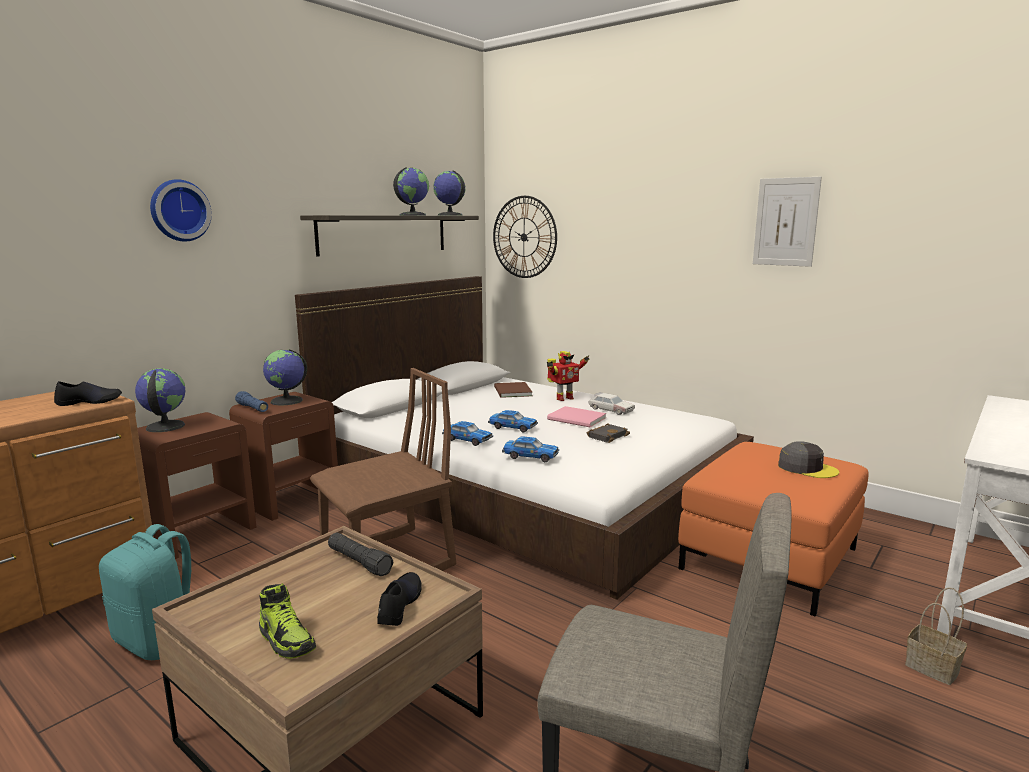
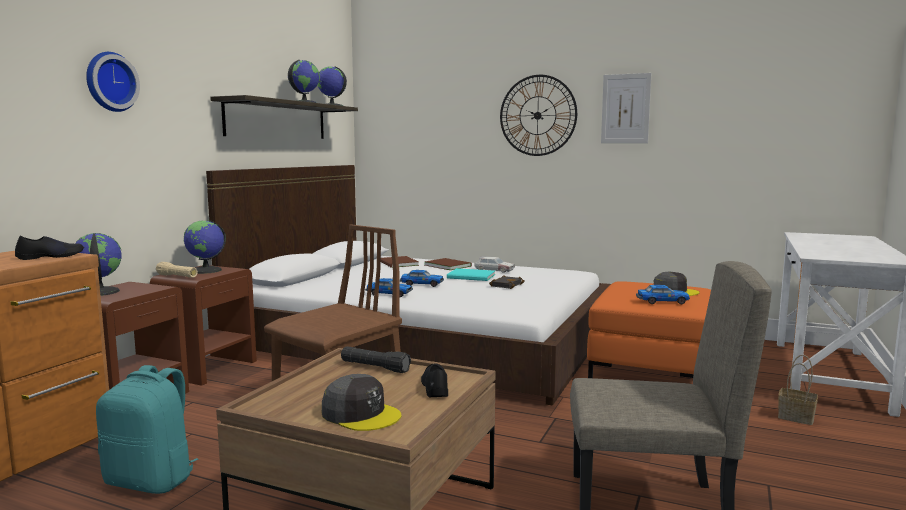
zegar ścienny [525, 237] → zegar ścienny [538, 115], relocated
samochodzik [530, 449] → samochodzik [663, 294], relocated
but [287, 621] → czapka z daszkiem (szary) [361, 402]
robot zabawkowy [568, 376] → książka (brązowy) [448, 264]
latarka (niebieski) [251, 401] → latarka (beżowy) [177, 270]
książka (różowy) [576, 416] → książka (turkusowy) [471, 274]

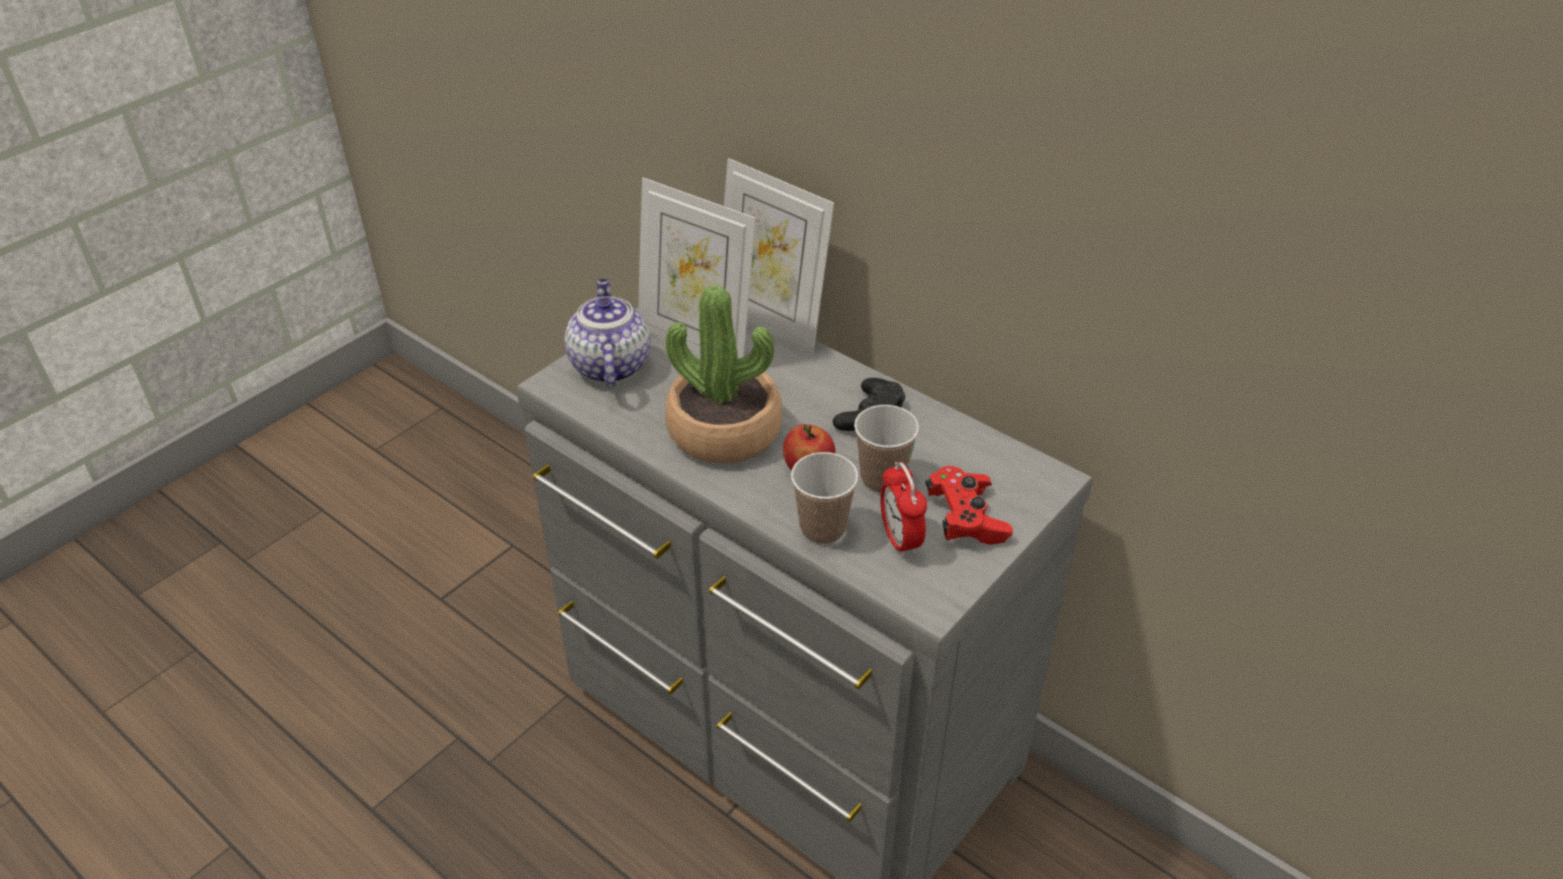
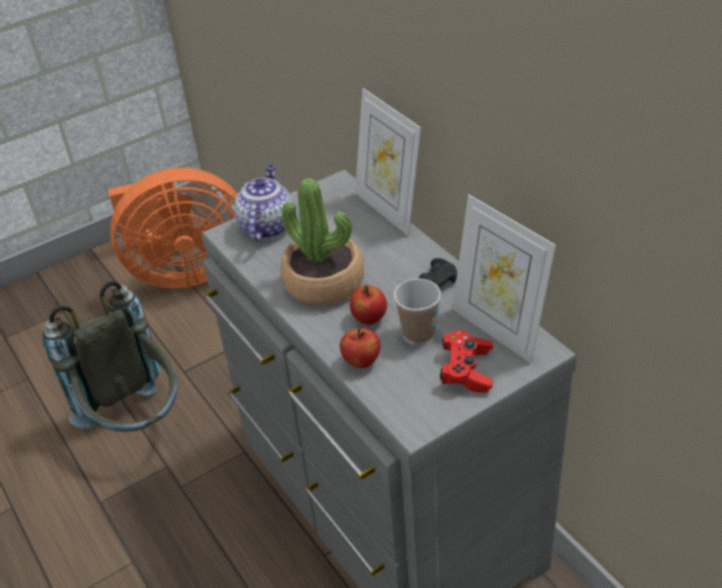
budzik [903, 509] → -
- → plecak (szary) [110, 356]
- → wentylator (pomarańczowy) [172, 228]
ramka na zdjęcie [697, 268] → ramka na zdjęcie [504, 279], relocated
filiżanka [824, 498] → jabłko [360, 348]

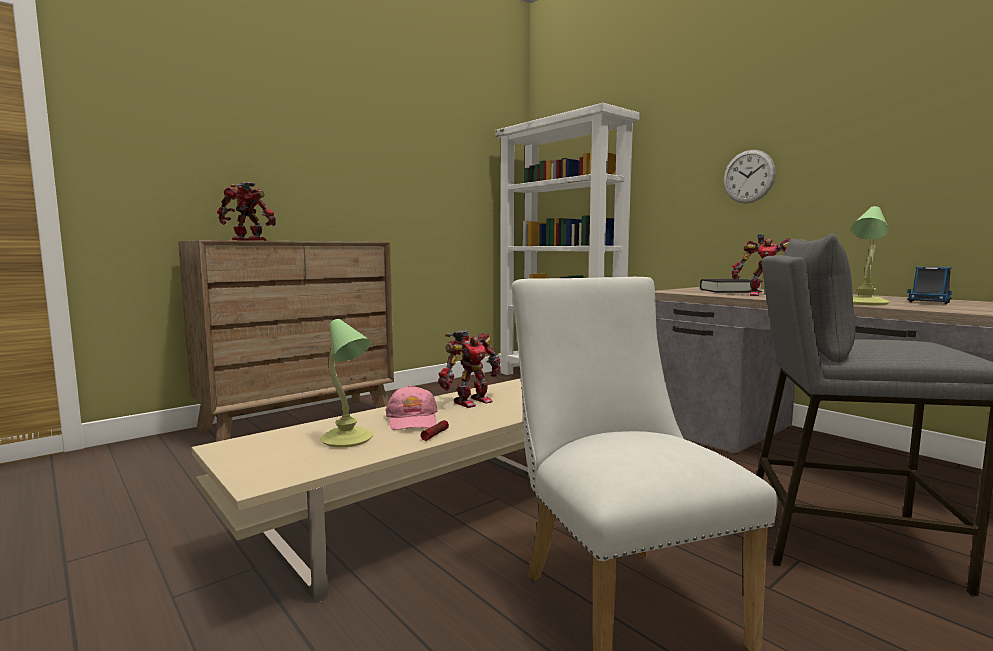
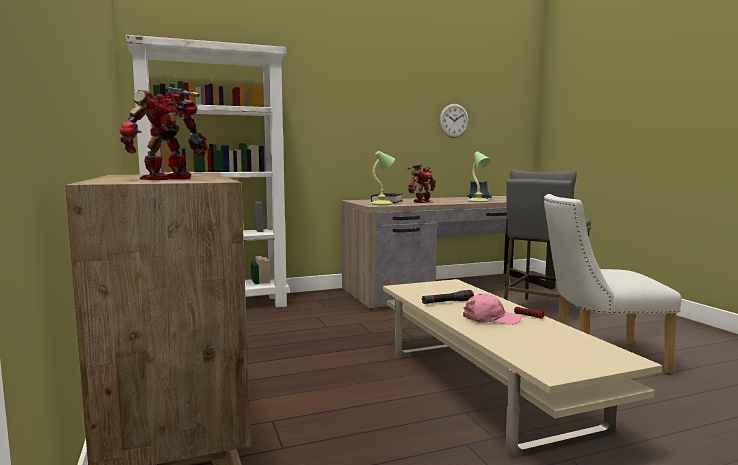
lampa stołowa [346, 383] → lampa stołowa [383, 178], relocated
zegar ścienny [749, 176] → zegar ścienny [454, 121], relocated
robot zabawkowy [469, 369] → latarka (czarny) [448, 297]

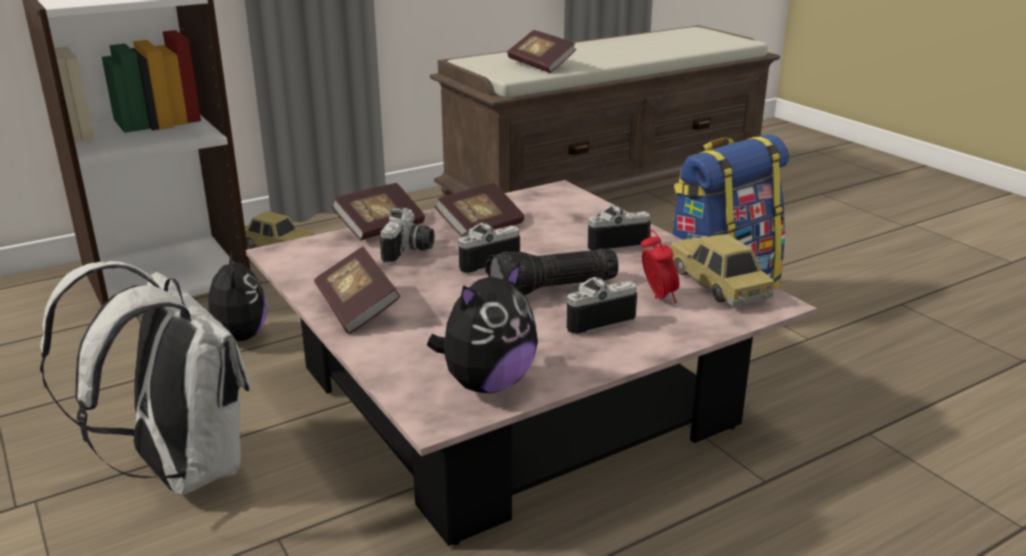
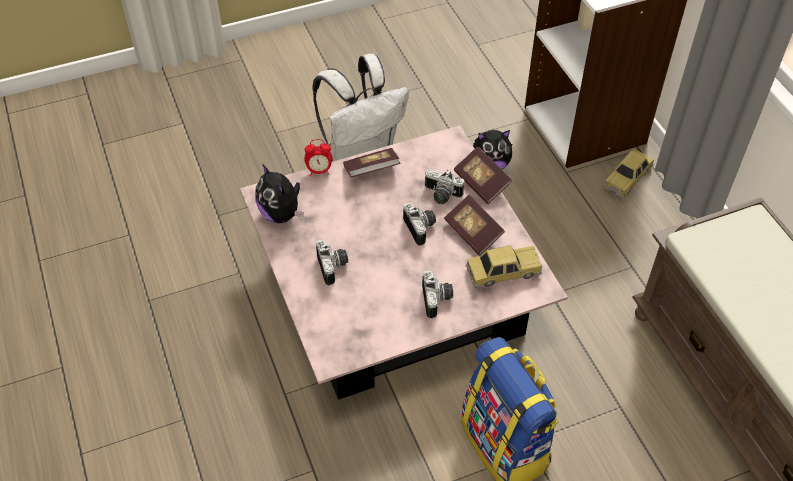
latarka [552, 271] → -
książka [541, 51] → -
budzik [660, 266] → budzik [318, 157], relocated
samochodzik [722, 270] → samochodzik [504, 267], relocated

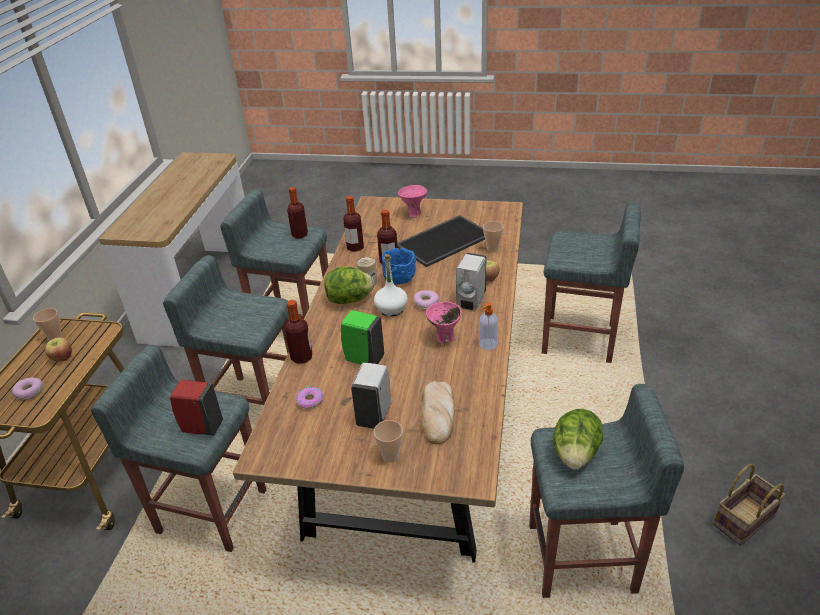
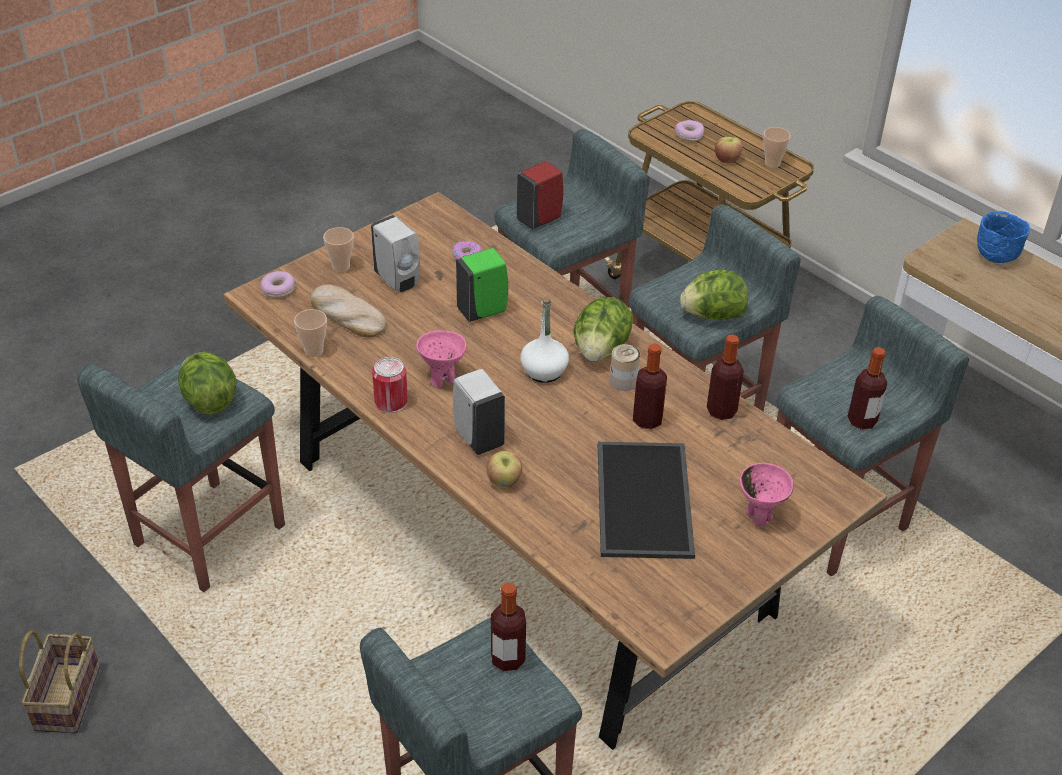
- → sałata [714, 295]
butelka [298, 332] → butelka [508, 627], relocated
miska (niebieski) [399, 266] → miska (niebieski) [1003, 237], relocated
donut [426, 300] → donut [277, 284], relocated
filiżanka [493, 236] → filiżanka [310, 333], relocated
dozownik mydła [488, 326] → puszka [390, 385]

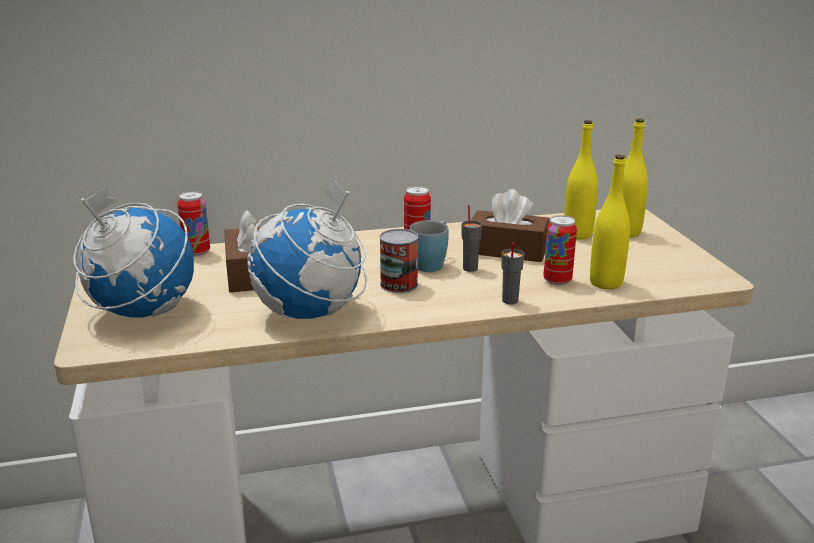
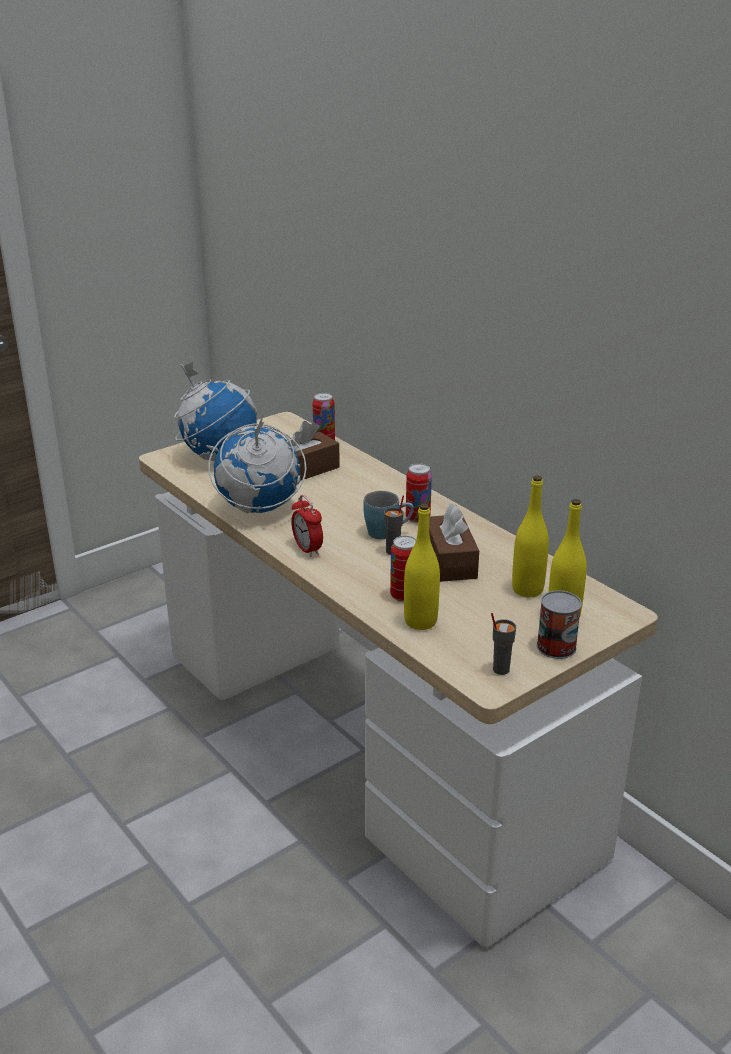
- → budzik [307, 526]
puszka [398, 261] → puszka [559, 624], relocated
filiżanka (szary) [512, 273] → filiżanka (szary) [503, 644], relocated

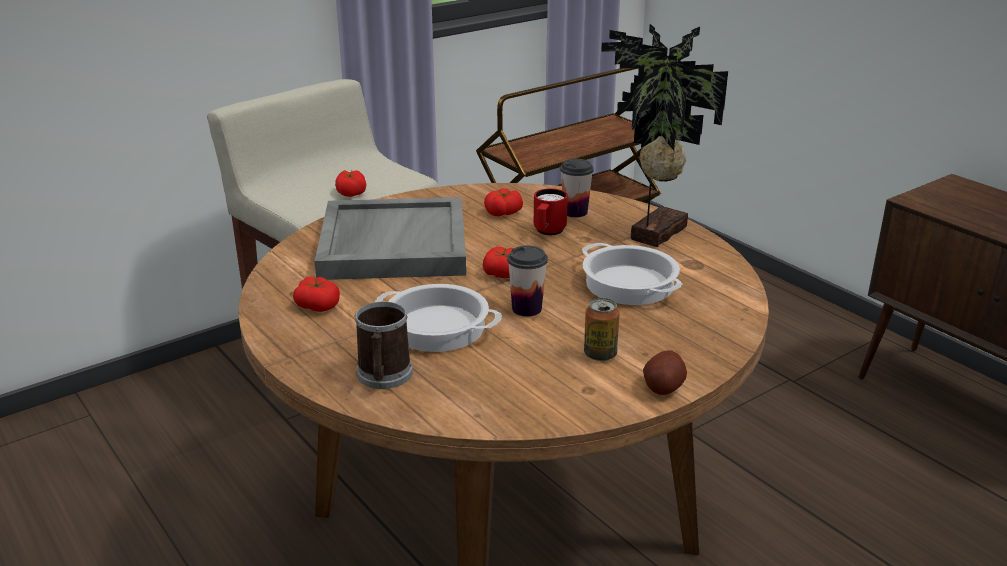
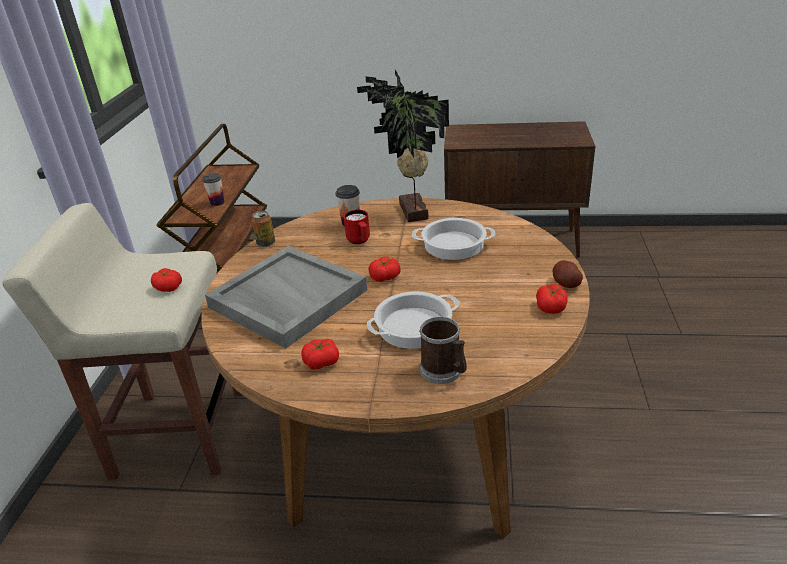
pomidor [503, 202] → pomidor [552, 299], relocated
filiżanka [527, 281] → filiżanka [213, 189], relocated
puszka [601, 329] → puszka [263, 229], relocated

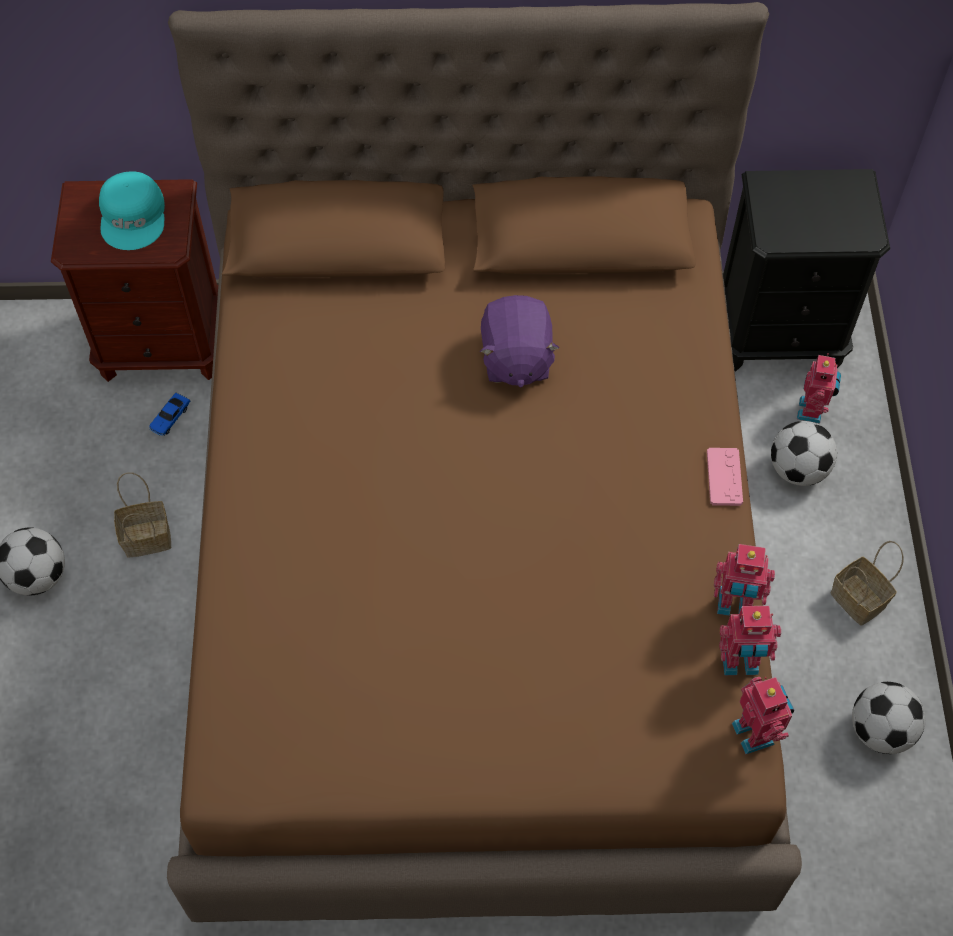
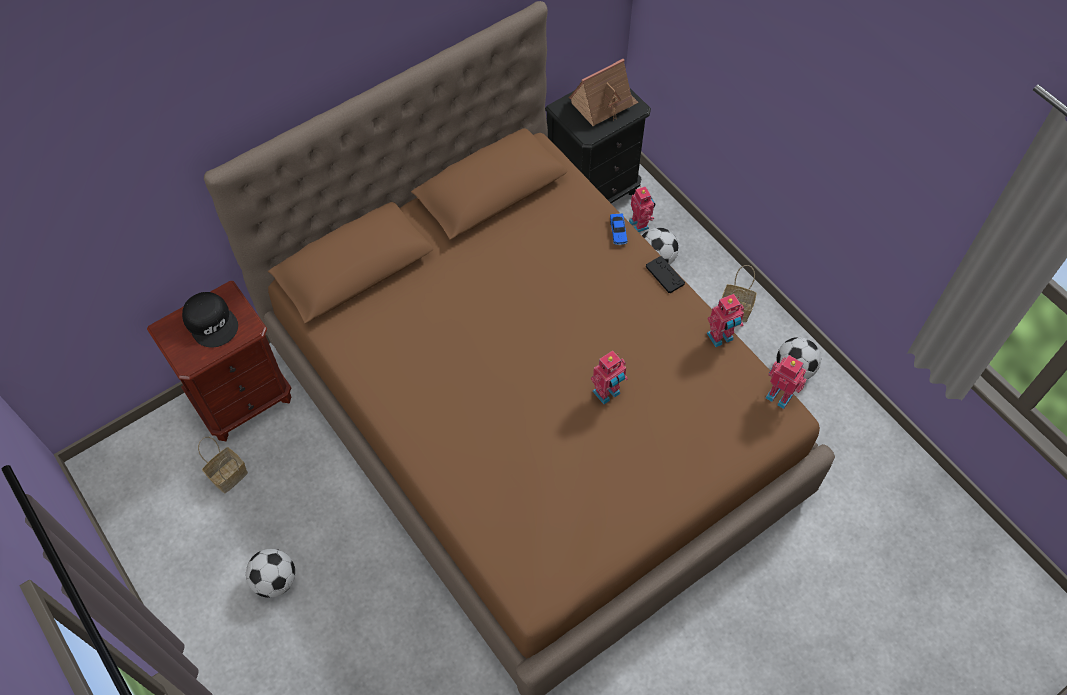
pluszak (fioletowy) [520, 341] → -
- → domek [603, 92]
koszyk [142, 515] → koszyk [223, 465], relocated
samochodzik [169, 414] → samochodzik [619, 229], relocated
robot zabawkowy [750, 640] → robot zabawkowy [609, 377], relocated
czapka z daszkiem (turkusowy) [132, 211] → czapka z daszkiem (czarny) [210, 320]
pad do gier (różowy) [725, 477] → pad do gier (czarny) [665, 274]

